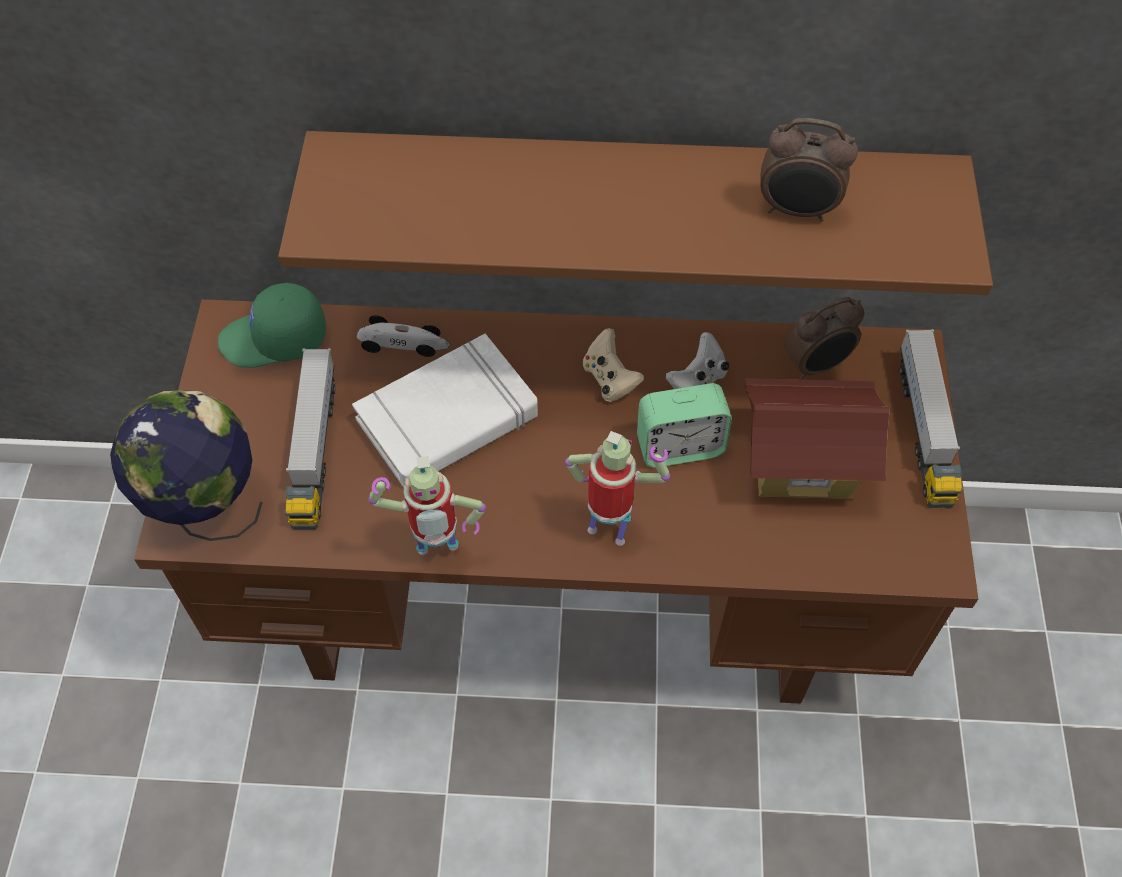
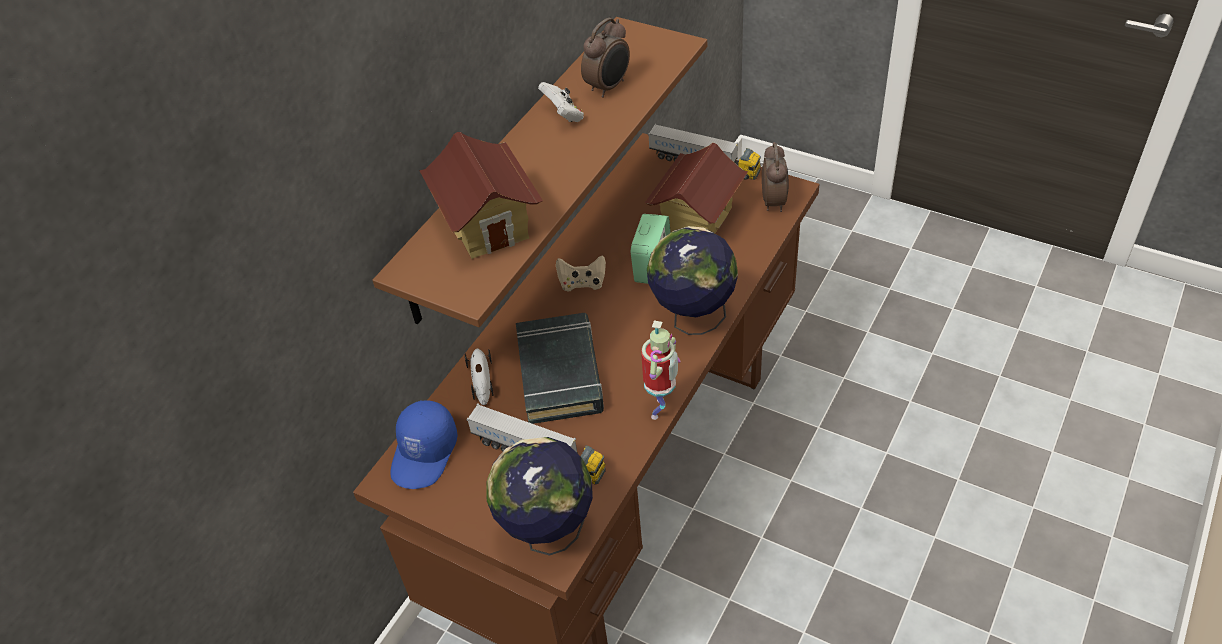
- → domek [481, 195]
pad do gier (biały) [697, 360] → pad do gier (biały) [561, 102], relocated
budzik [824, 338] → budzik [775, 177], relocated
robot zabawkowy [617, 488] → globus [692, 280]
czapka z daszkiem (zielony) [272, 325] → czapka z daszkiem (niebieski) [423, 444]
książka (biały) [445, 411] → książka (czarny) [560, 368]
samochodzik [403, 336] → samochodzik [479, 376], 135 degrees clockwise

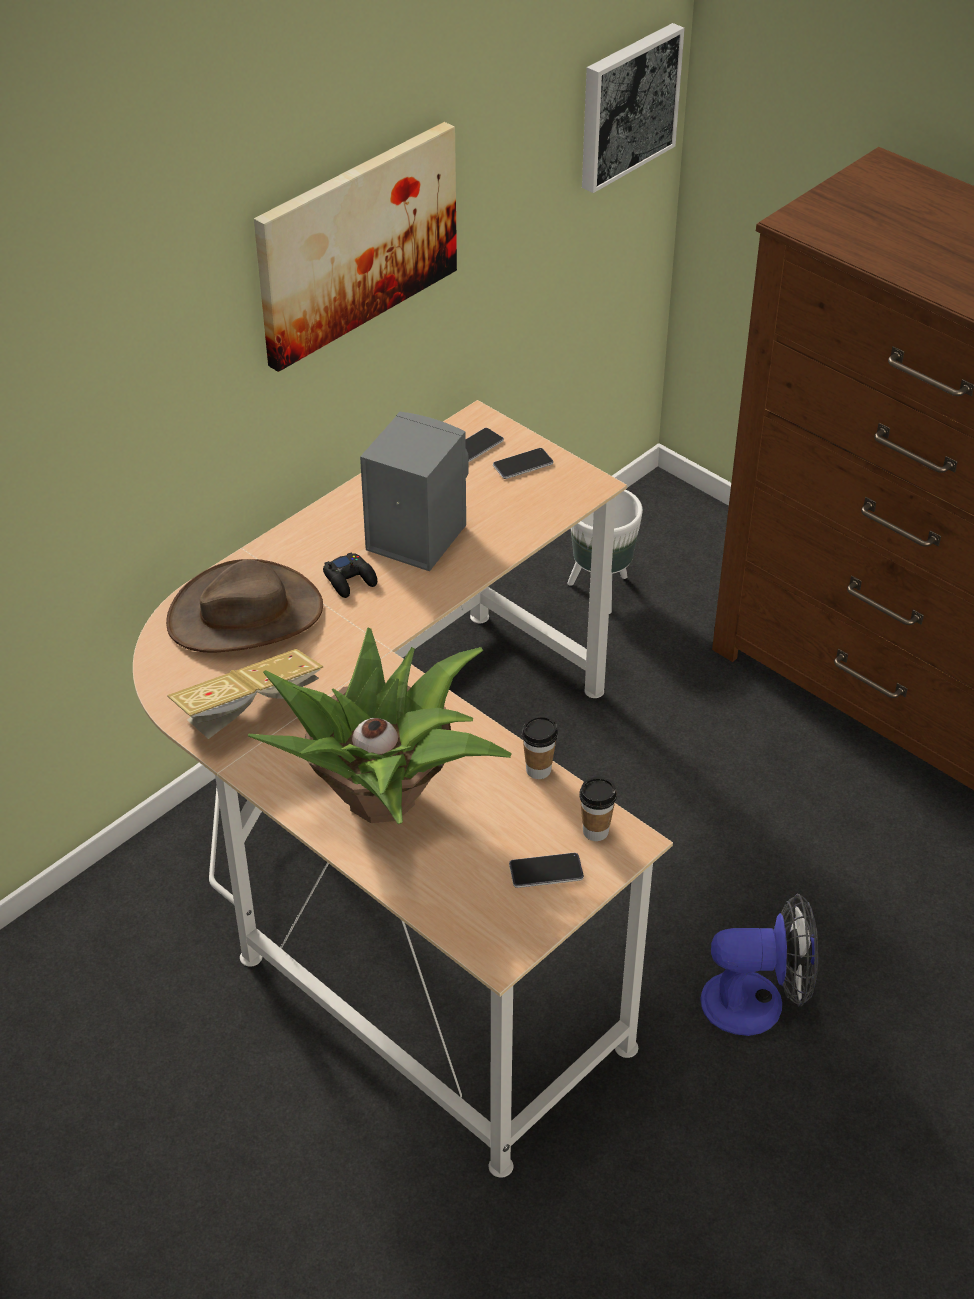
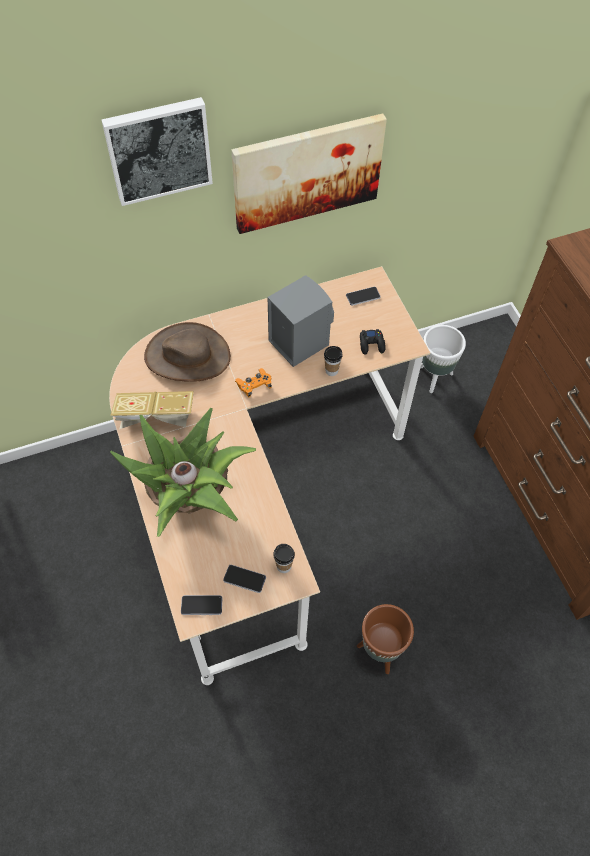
- → pad do gier (pomarańczowy) [253, 383]
pad do gier (czarny) [350, 575] → pad do gier (czarny) [373, 342], relocated
telefon [523, 463] → telefon [201, 605], relocated
filiżanka [540, 747] → filiżanka [333, 361], relocated
obraz [633, 108] → obraz [157, 151], relocated
wentylator [759, 965] → donica (brązowy) [385, 639]

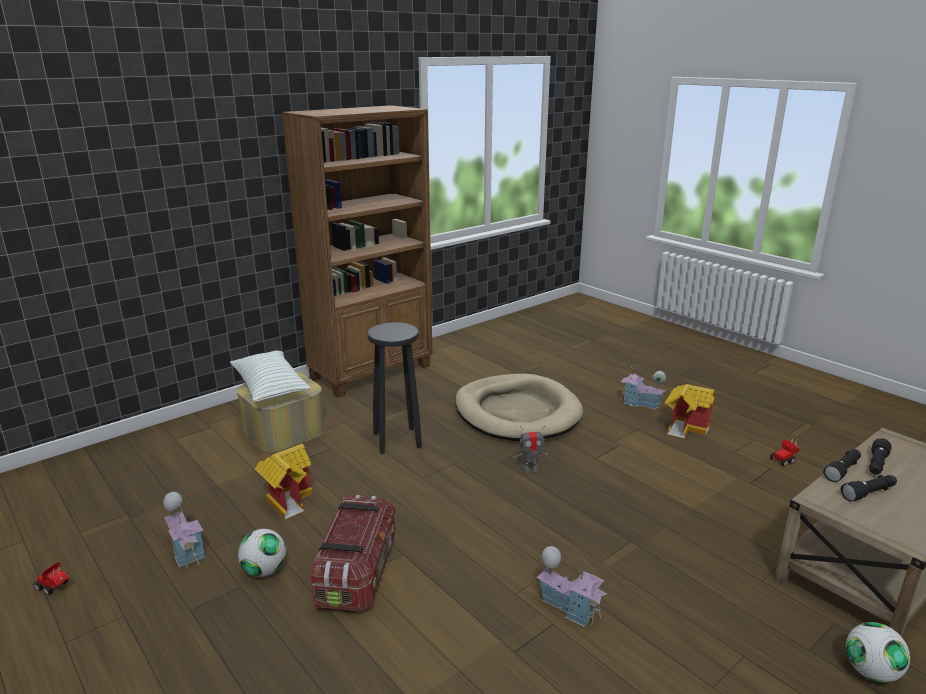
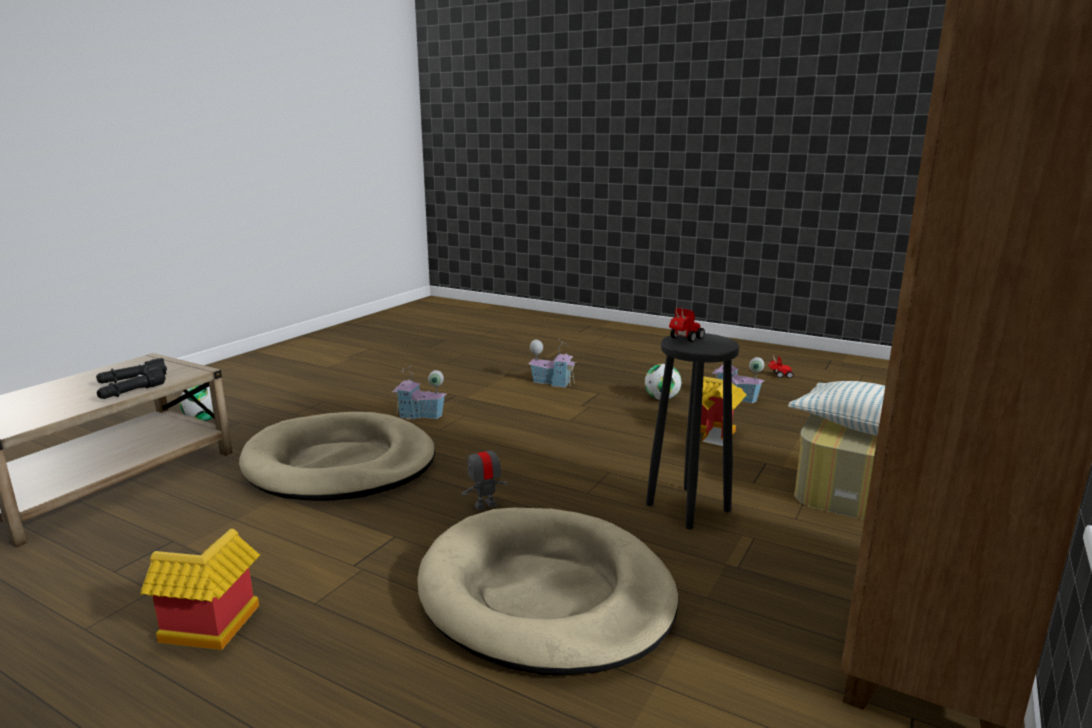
pojemnik do przechowywania [353, 553] → -
latarka (czarny) [880, 456] → -
- → legowisko (beżowy) [337, 456]
domek [643, 387] → domek [552, 363], relocated
samochodzik [784, 451] → samochodzik [687, 325], relocated

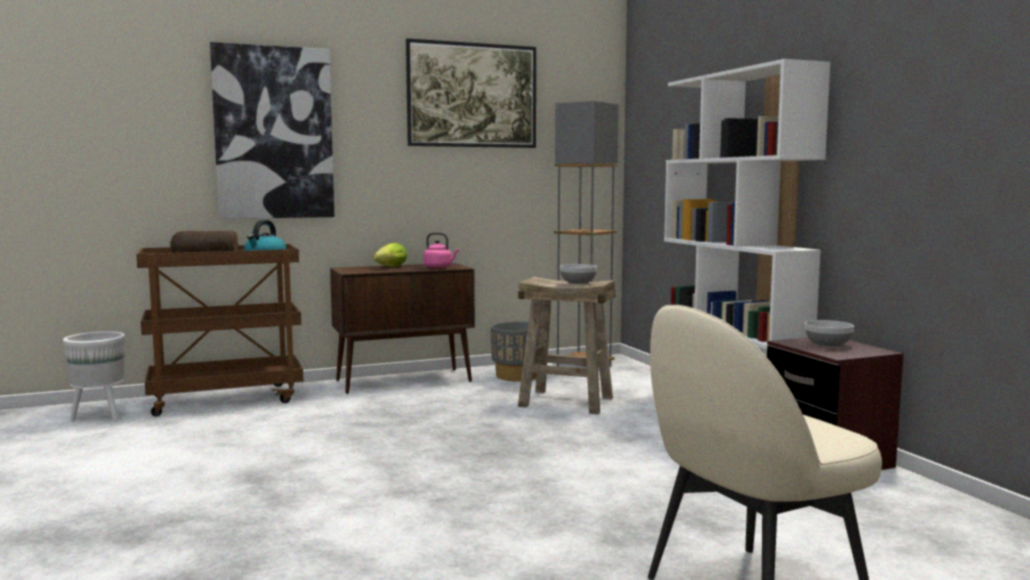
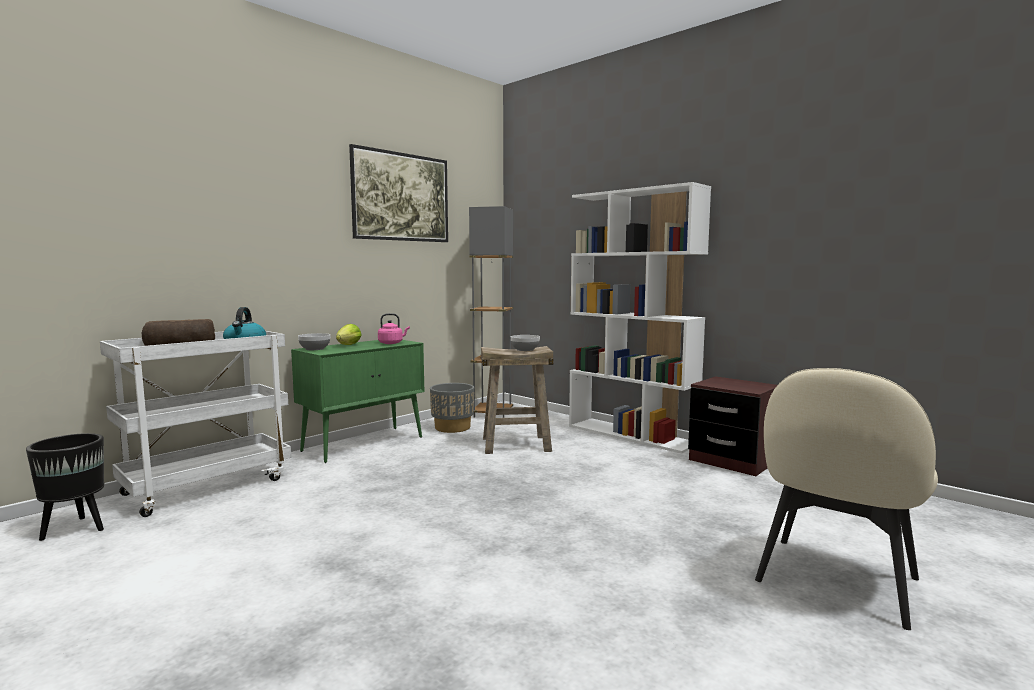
obraz [272, 130] → -
miska [829, 333] → miska [314, 341], relocated
donica (biały) [94, 376] → donica (czarny) [65, 487]
wózek (brązowy) [219, 330] → wózek (biały) [195, 424]
szafka (brązowy) [402, 328] → szafka (zielony) [357, 401]

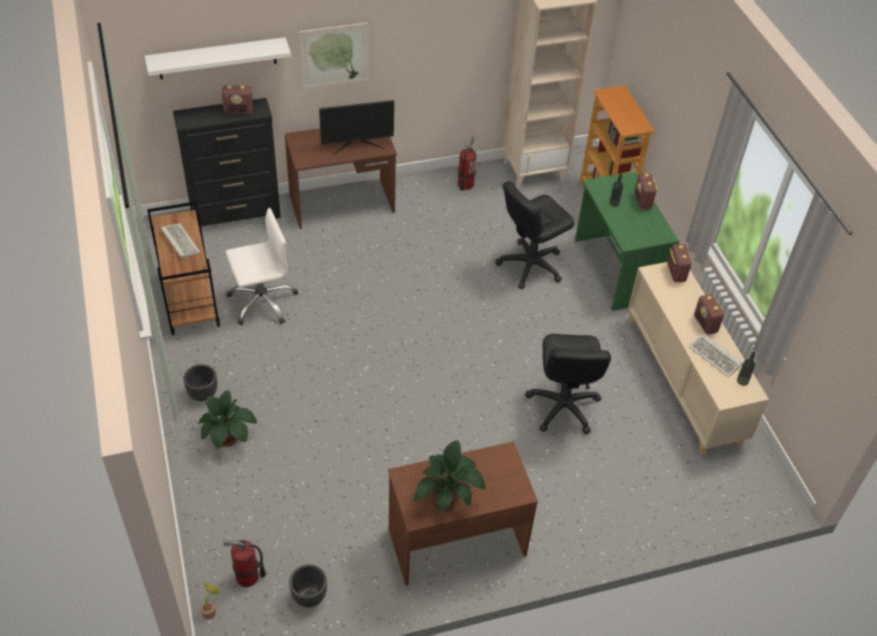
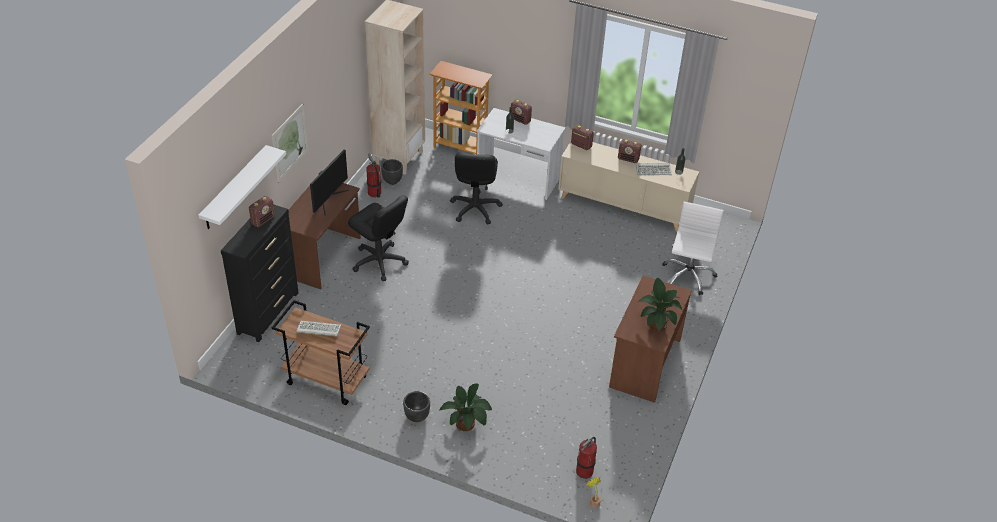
krzesło biurowe (biały) [262, 266] → krzesło biurowe (biały) [693, 248], relocated
donica (czarny) [308, 586] → donica (czarny) [392, 172], relocated
krzesło biurowe (czarny) [568, 384] → krzesło biurowe (czarny) [378, 238], relocated
biurko (zielony) [627, 241] → biurko (biały) [521, 154]

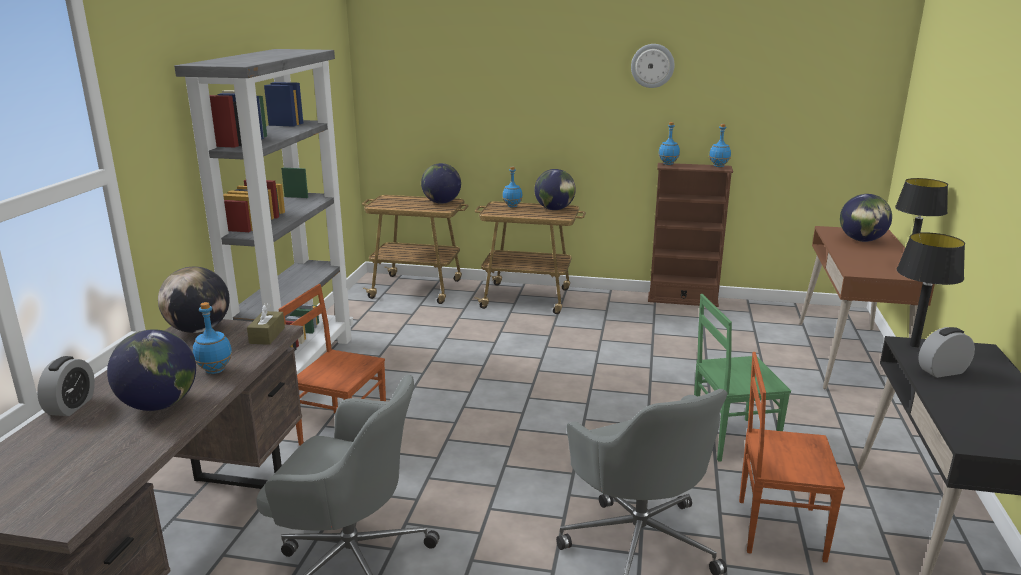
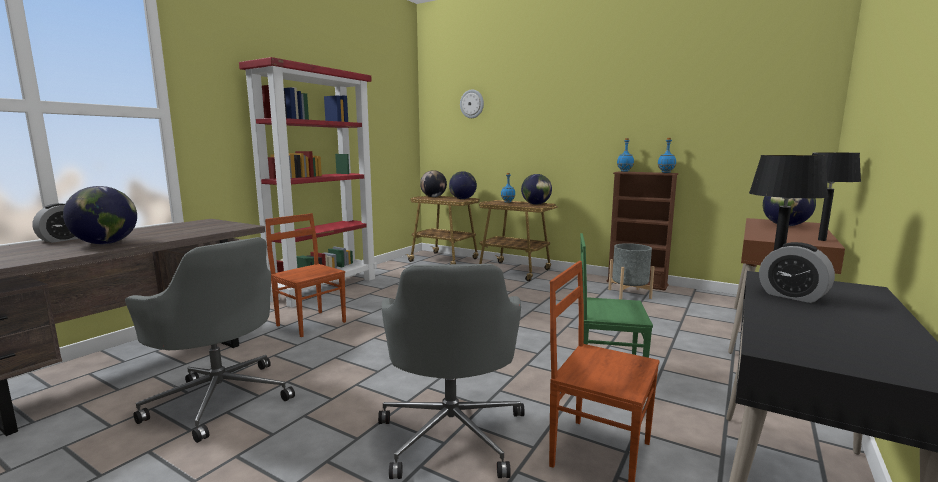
butelka (niebieski) [212, 338] → -
pudełko chusteczek (brązowy) [266, 324] → -
- → donica (szary) [631, 271]
globus [194, 300] → globus [433, 183], relocated
zegar ścienny [653, 66] → zegar ścienny [472, 103], relocated
regał (szary) [263, 212] → regał (czerwony) [308, 182]
budzik [946, 352] → budzik [797, 272], 135 degrees counterclockwise

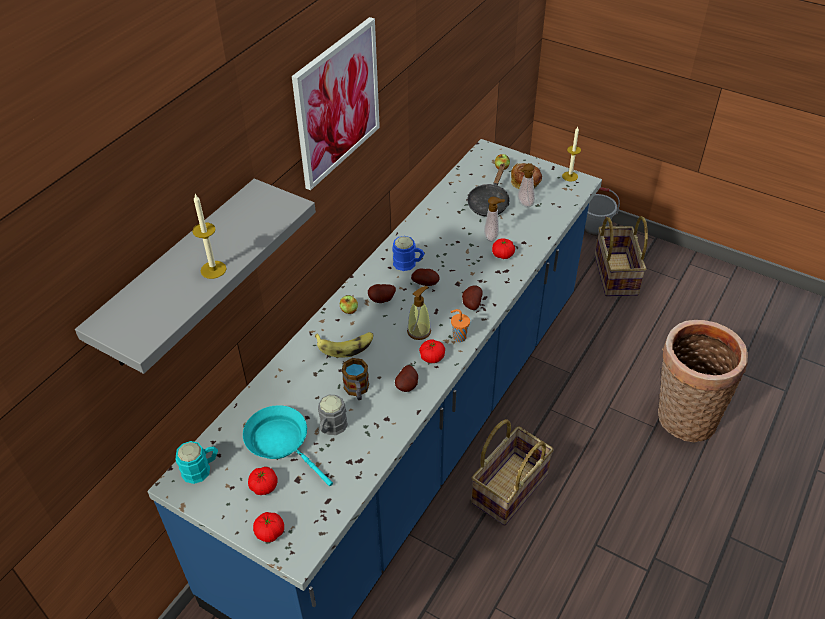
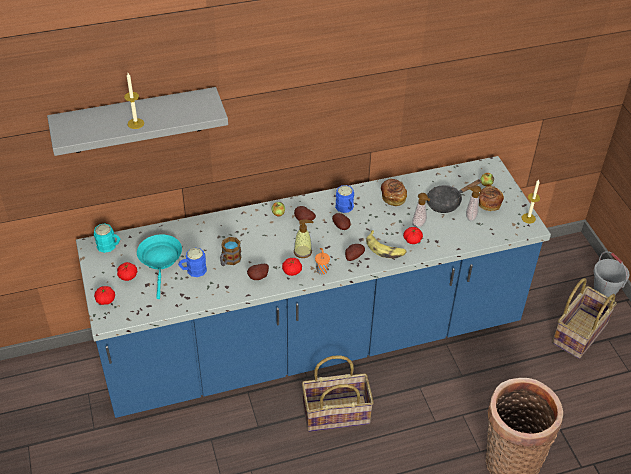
obraz [336, 103] → -
- → chleb [394, 192]
banan [344, 345] → banan [386, 244], relocated
kubek (szary) [333, 415] → kubek (niebieski) [192, 262]

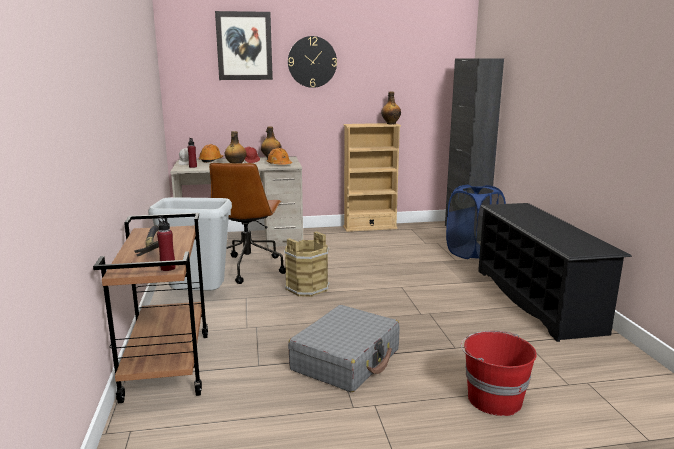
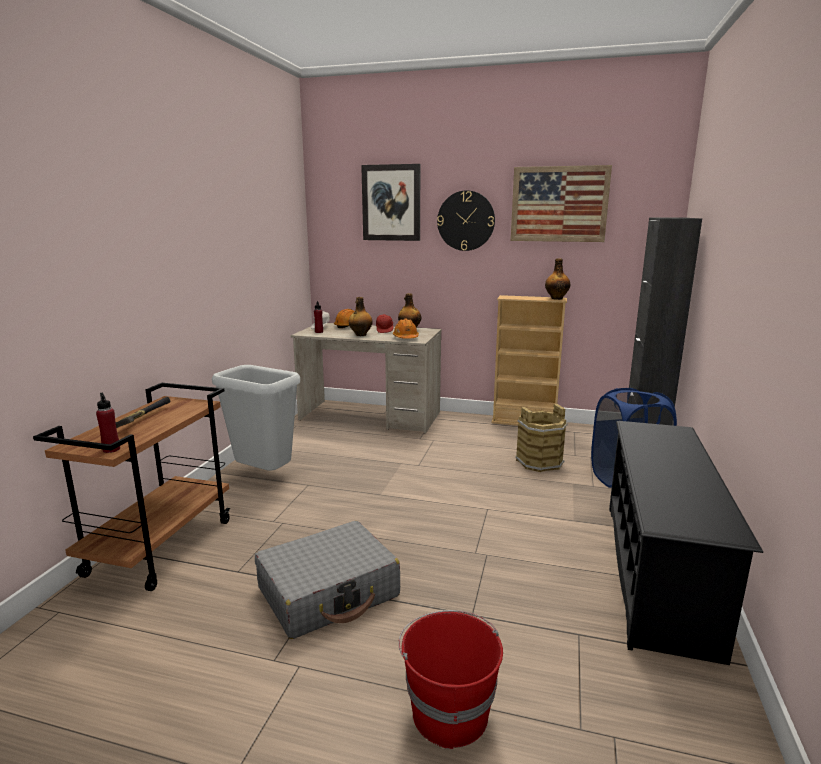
krzesło biurowe (brązowy) [247, 223] → -
- → obraz [561, 203]
wiadro (brązowy) [306, 264] → wiadro (brązowy) [541, 438], relocated

